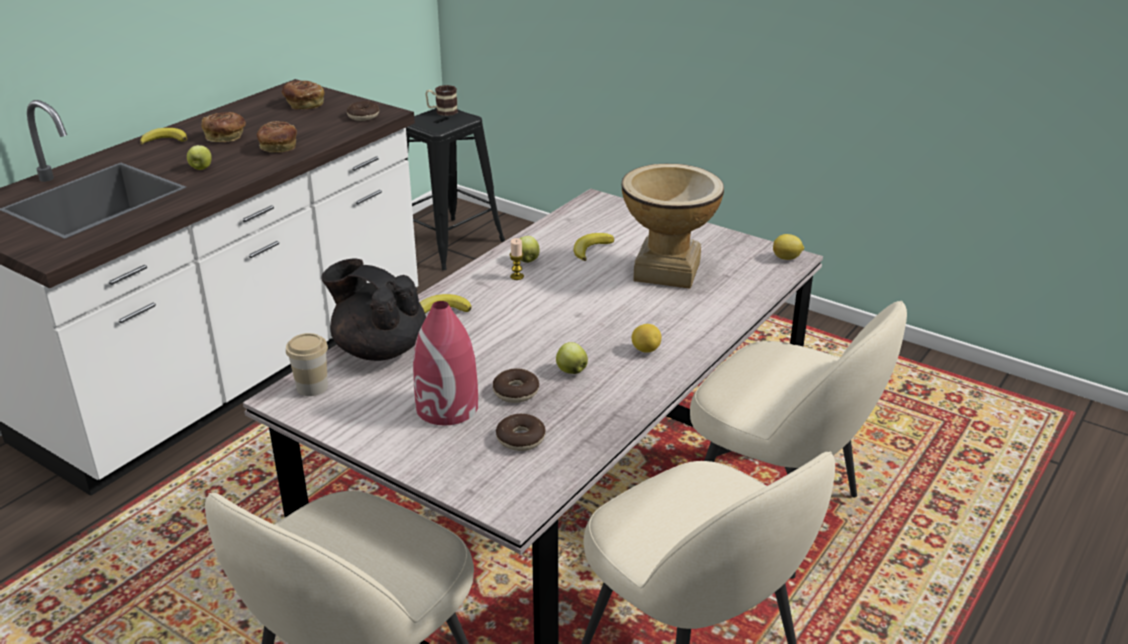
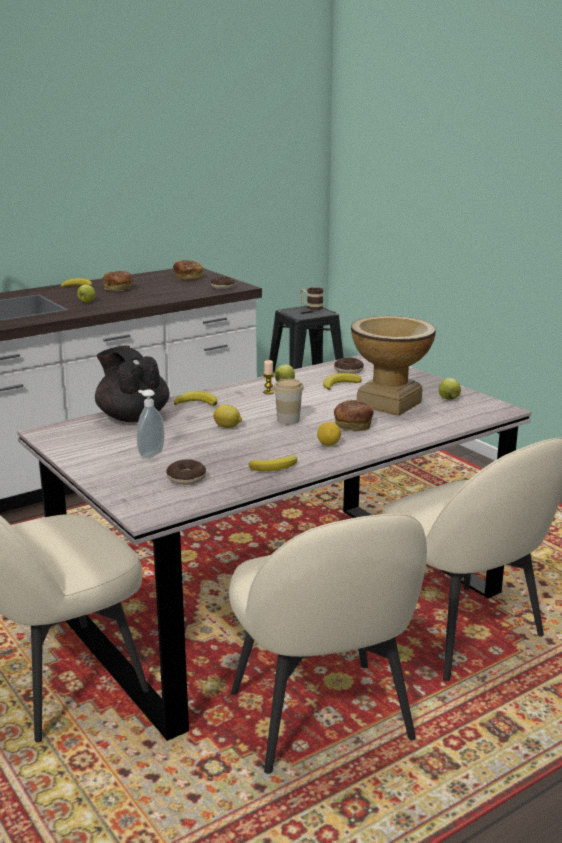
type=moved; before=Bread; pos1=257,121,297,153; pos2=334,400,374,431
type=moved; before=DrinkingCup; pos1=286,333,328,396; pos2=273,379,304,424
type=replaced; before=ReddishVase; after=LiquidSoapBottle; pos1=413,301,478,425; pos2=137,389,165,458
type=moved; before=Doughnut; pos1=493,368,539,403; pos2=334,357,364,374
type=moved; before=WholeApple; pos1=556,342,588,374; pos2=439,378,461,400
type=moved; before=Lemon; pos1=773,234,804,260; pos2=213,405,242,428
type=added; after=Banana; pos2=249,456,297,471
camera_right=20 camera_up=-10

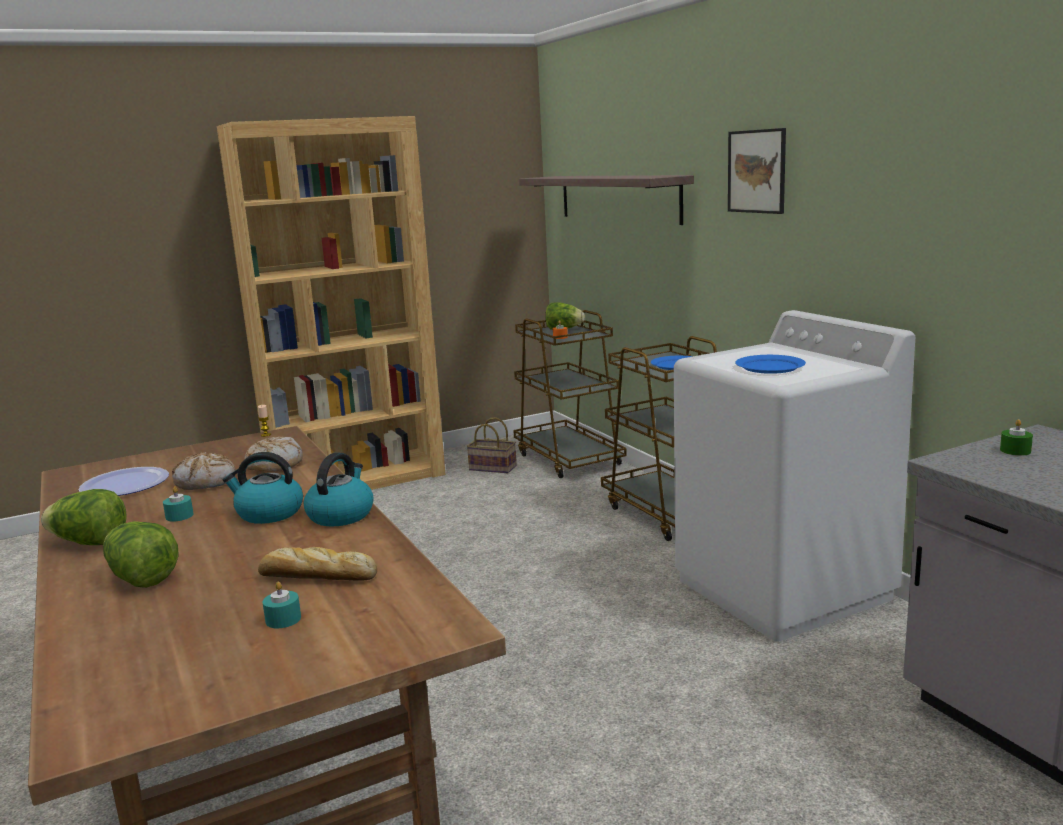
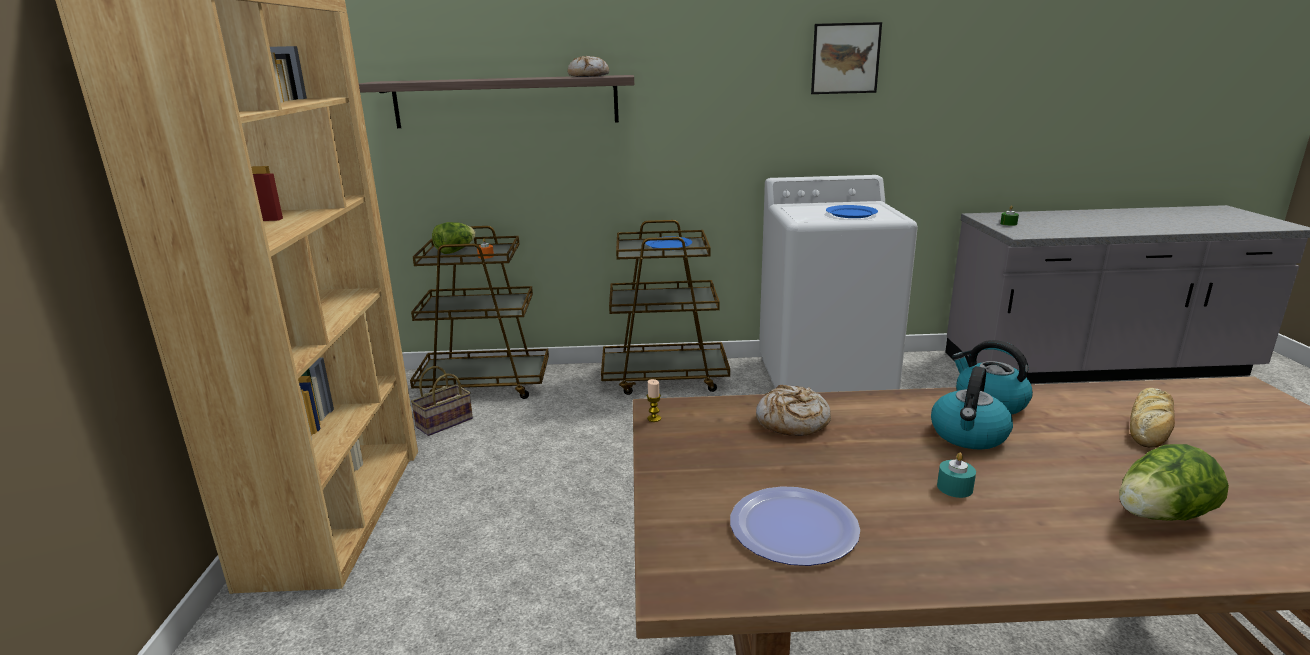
type=removed; before=Lettuce; pos1=41,489,127,545
type=moved; before=Bread; pos1=172,452,236,490; pos2=568,56,609,77
type=removed; before=TurquoiseColouredWaxLight; pos1=263,582,301,628
type=moved; before=WallArt; pos1=728,128,786,214; pos2=811,22,882,94
camera_right=-65 camera_up=5

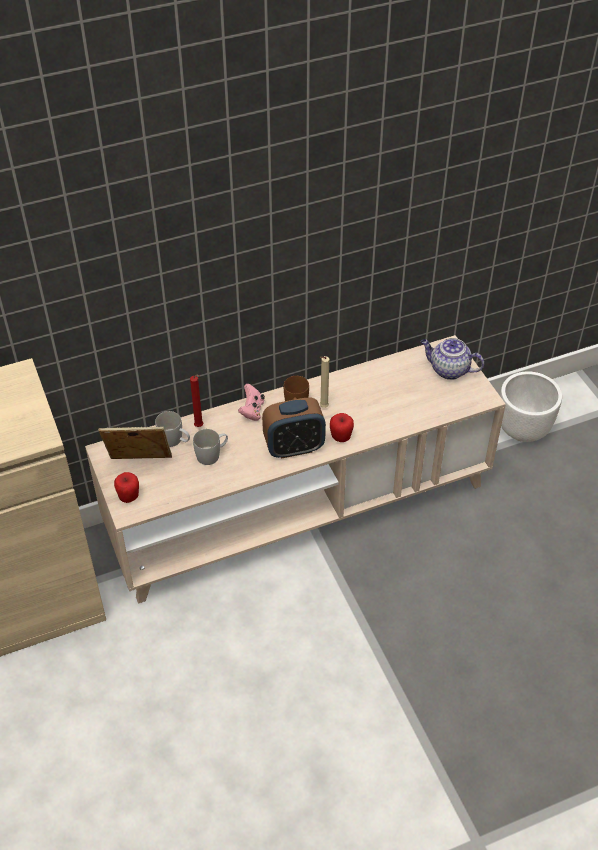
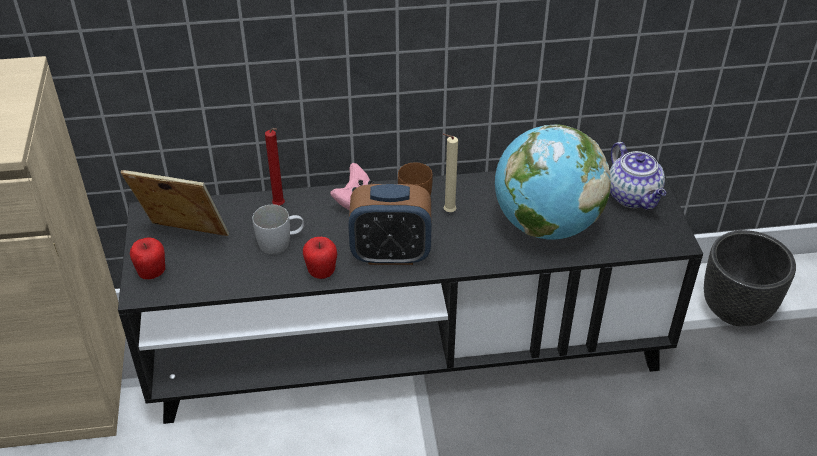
type=recoloured; before=BeigeTvStand; after=BlackishTvStand; pos1=85,335,506,604; pos2=118,157,703,424
type=removed; before=WhiteTeaMug; pos1=155,411,190,447
type=moved; before=WholeApple; pos1=330,413,354,442; pos2=303,237,337,279
type=turned; before=PotForTea; pos1=421,338,484,380; pos2=610,142,666,210; turn=-150
type=recoloured; before=WhitePlanter; after=BlackishPlanter; pos1=500,371,562,442; pos2=704,230,796,326
type=added; after=WorldGlobe; pos2=495,124,611,240
camera_right=15 camera_up=-5

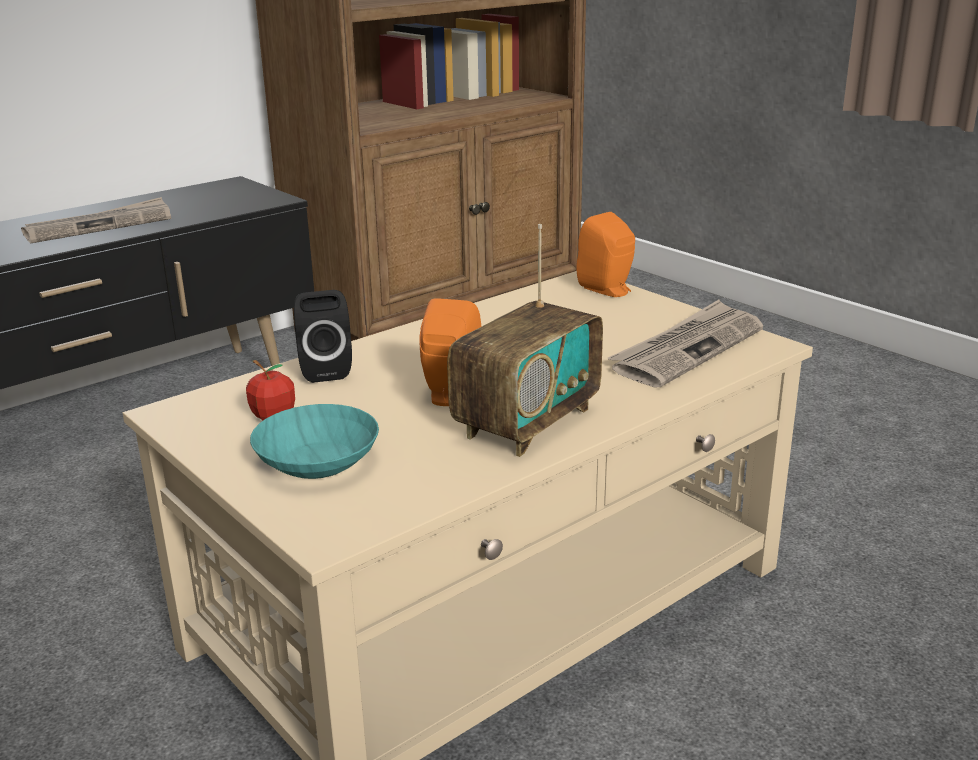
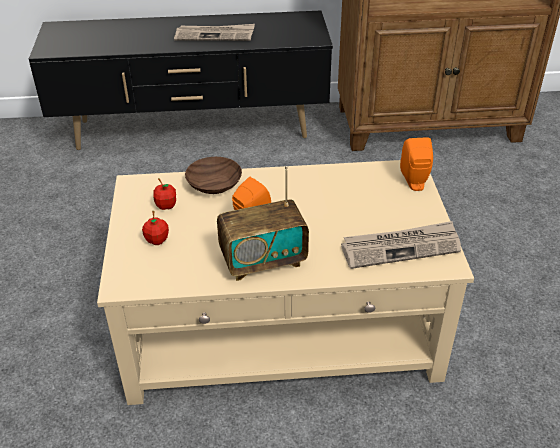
type=replaced; before=TurquoiseColouredDeepDish; after=WholeApple; pos1=250,404,379,479; pos2=142,211,169,245
type=replaced; before=BlackishAudioSpeaker; after=BrownColouredDeepDish; pos1=294,290,352,383; pos2=185,157,242,194
camera_right=35 camera_up=15

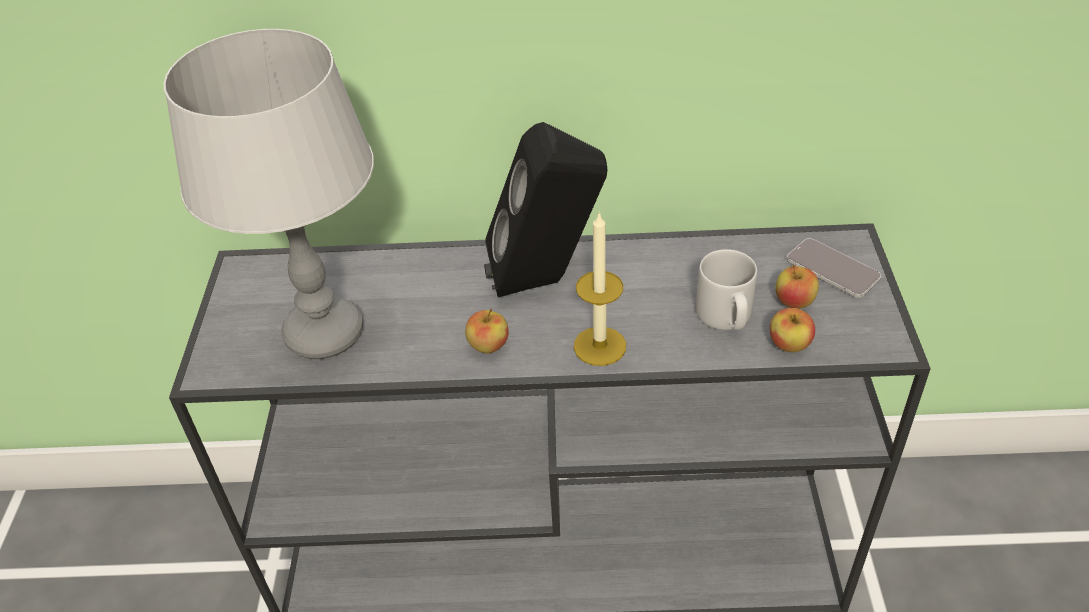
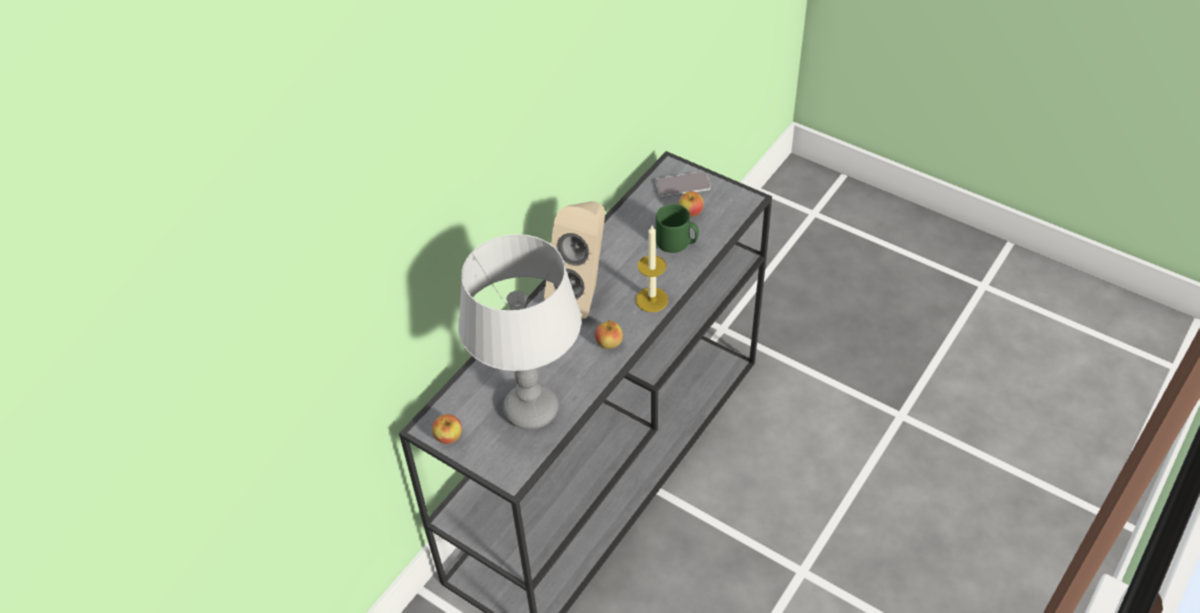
type=recoloured; before=BlackishAudioSpeaker; after=BeigeAudioSpeaker; pos1=484,122,607,297; pos2=544,201,605,319
type=recoloured; before=GreyTeaMug; after=GreenishTeaMug; pos1=696,249,757,330; pos2=656,204,699,253
type=moved; before=WholeApple; pos1=770,308,815,352; pos2=432,414,462,444
camera_right=-55 camera_up=5

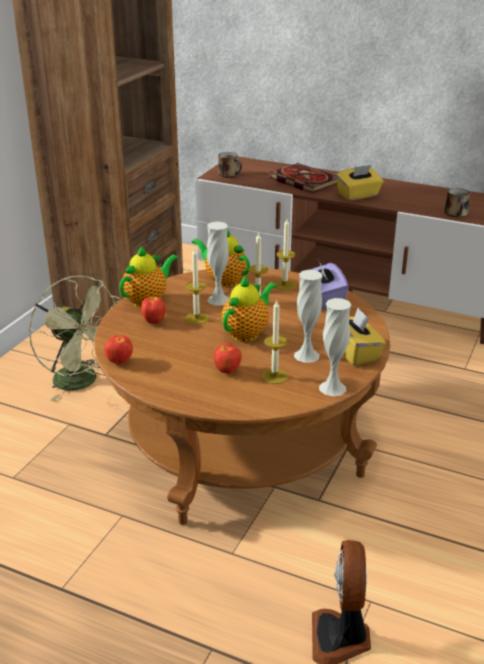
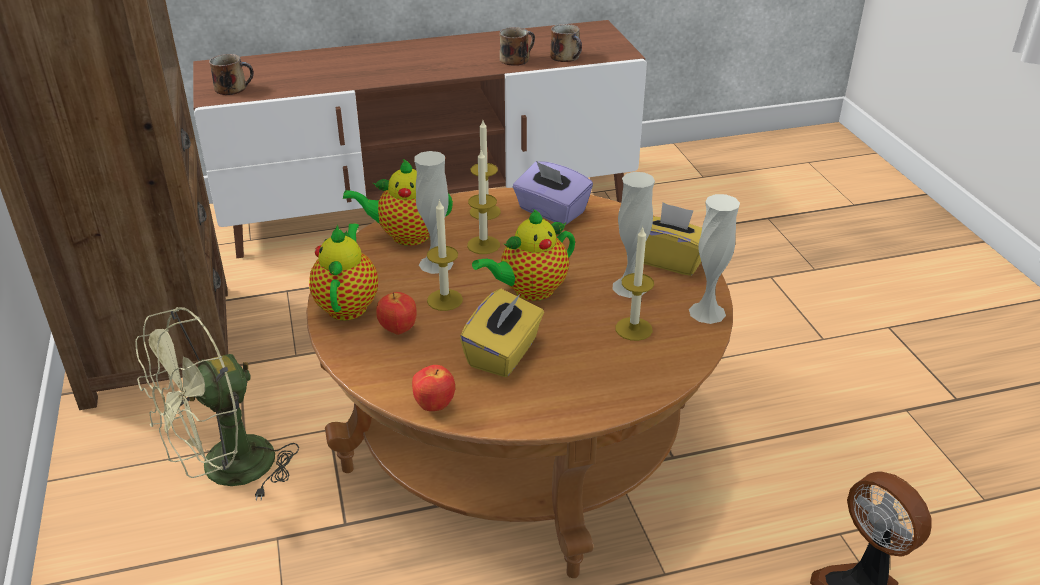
type=turned; before=GreenishElectricFan; pos1=29,275,122,401; pos2=135,307,299,501; turn=135
type=removed; before=WholeApple; pos1=214,343,242,374
type=turned; before=PotForTea; pos1=221,275,276,342; pos2=472,209,575,301; turn=-120
type=removed; before=Volume; pos1=269,163,337,193
type=moved; before=YellowTissueHolder; pos1=336,165,383,201; pos2=460,289,544,377
type=added; after=TeaMug; pos2=499,27,535,66
camera_right=-40 camera_up=5

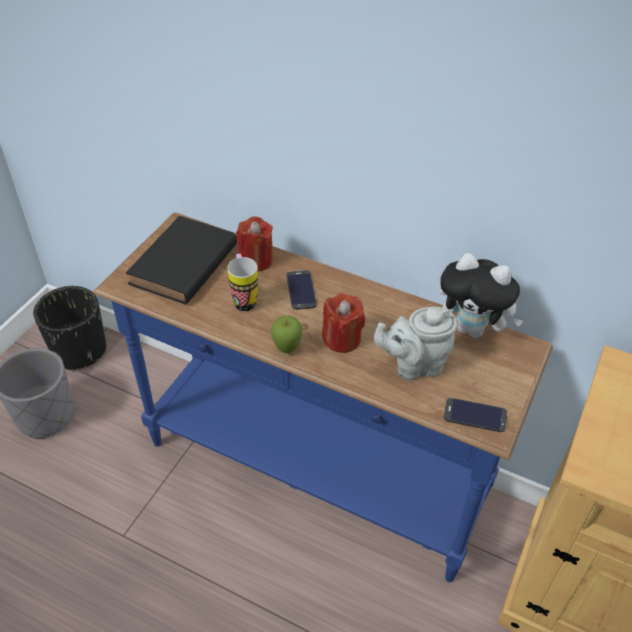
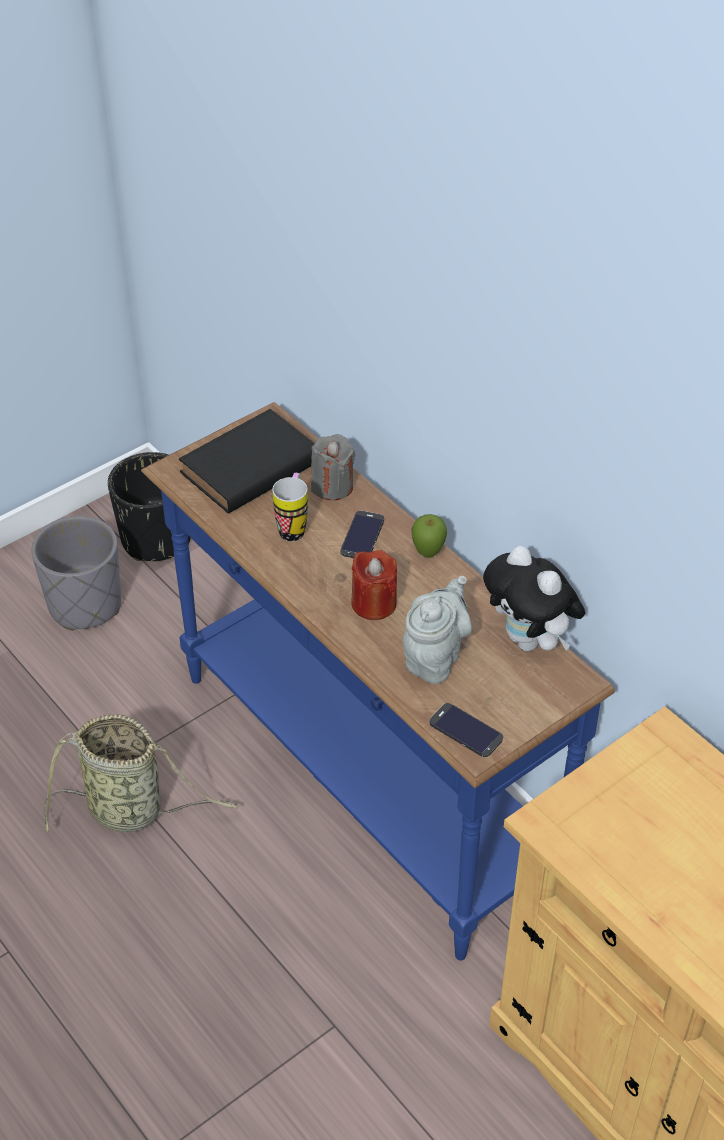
type=recoloured; before=ReddishWaxLight; after=GreyWaxLight; pos1=236,216,273,271; pos2=311,434,356,500
type=moved; before=WholeApple; pos1=271,316,303,353; pos2=411,514,447,558
type=turned; before=GreyPotForTea; pos1=374,307,457,380; pos2=403,576,472,684; turn=105
type=added; after=Basket; pos2=44,714,238,832
camera_right=25 camera_up=0

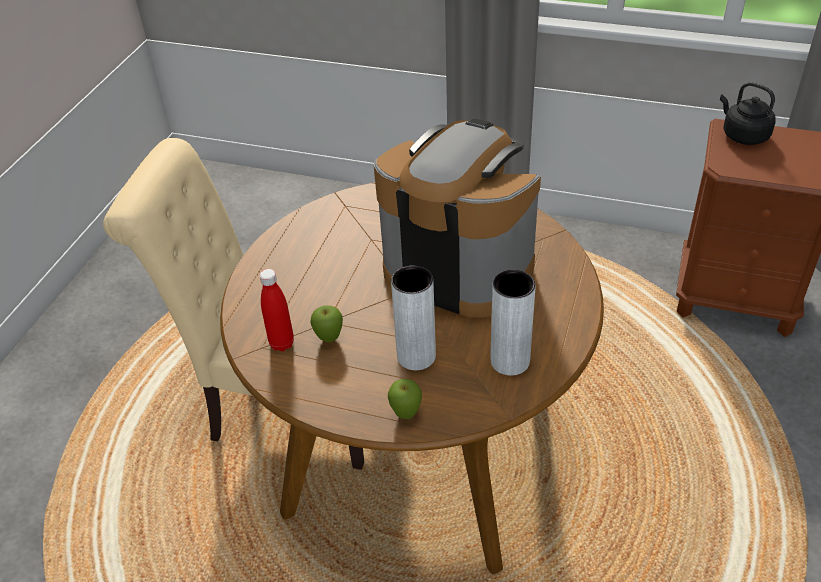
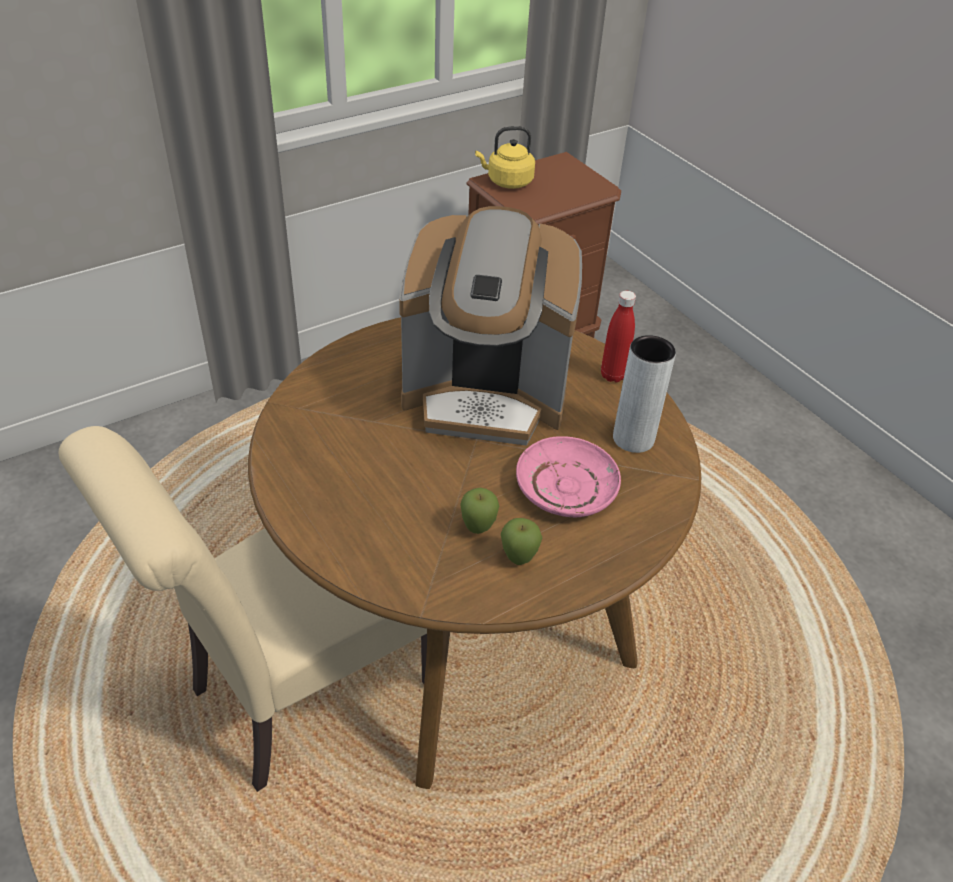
type=moved; before=ReddishBeverageBottle; pos1=260,269,294,351; pos2=601,291,636,382
type=turned; before=CoffeeMachine; pos1=374,119,541,318; pos2=399,206,582,446; turn=-150
type=moved; before=WholeApple; pos1=388,379,422,419; pos2=501,518,542,565
type=replaced; before=GreyVase; after=PinkishDinnerPlate; pos1=391,266,436,370; pos2=516,436,621,517
type=recoloured; before=BlackishWaterKettle; after=YellowWaterKettle; pos1=720,82,776,145; pos2=475,126,535,189
camera_right=-55 camera_up=0

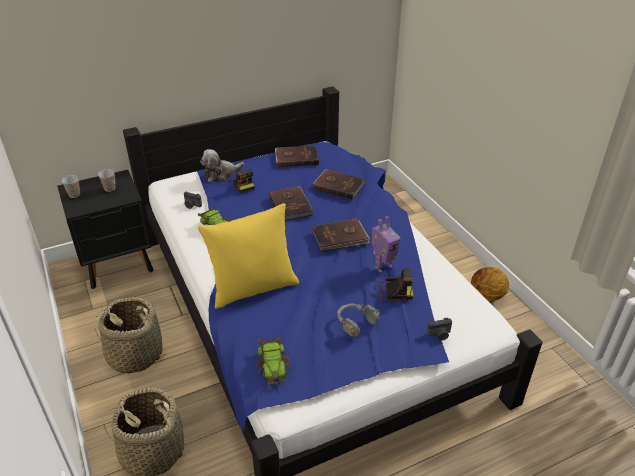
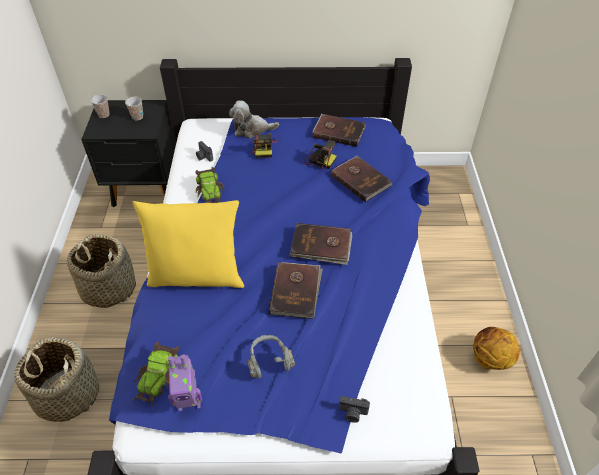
type=moved; before=BrownColouredVolume; pos1=269,186,313,221; pos2=269,262,323,319
type=moved; before=ToyRobot; pos1=372,216,400,273; pos2=168,354,202,411
type=moved; before=StillCamera; pos1=377,268,413,302; pos2=303,140,337,169
camera_right=25 camera_up=10

